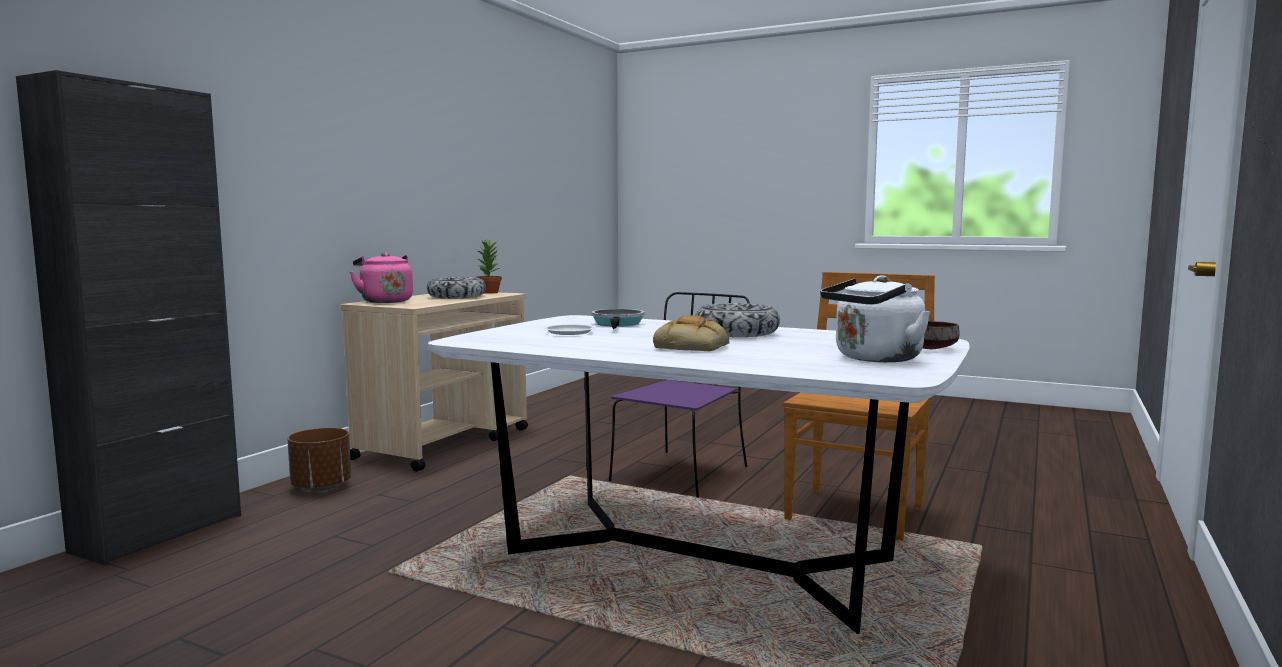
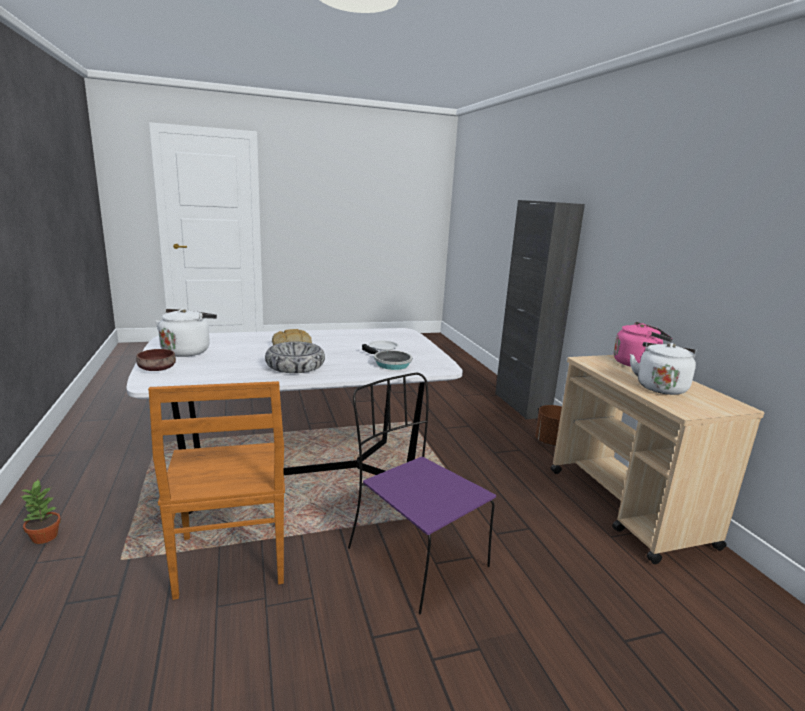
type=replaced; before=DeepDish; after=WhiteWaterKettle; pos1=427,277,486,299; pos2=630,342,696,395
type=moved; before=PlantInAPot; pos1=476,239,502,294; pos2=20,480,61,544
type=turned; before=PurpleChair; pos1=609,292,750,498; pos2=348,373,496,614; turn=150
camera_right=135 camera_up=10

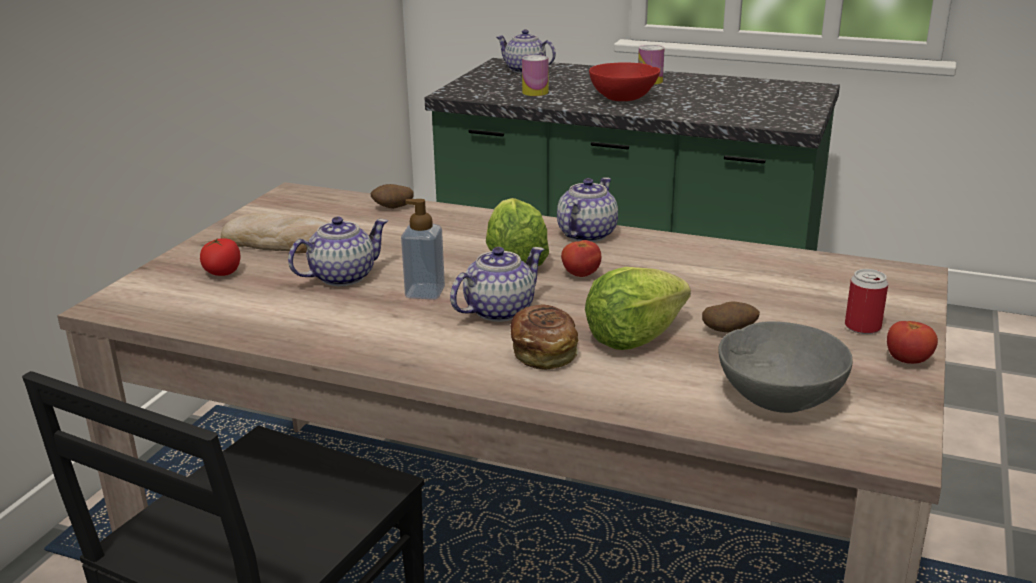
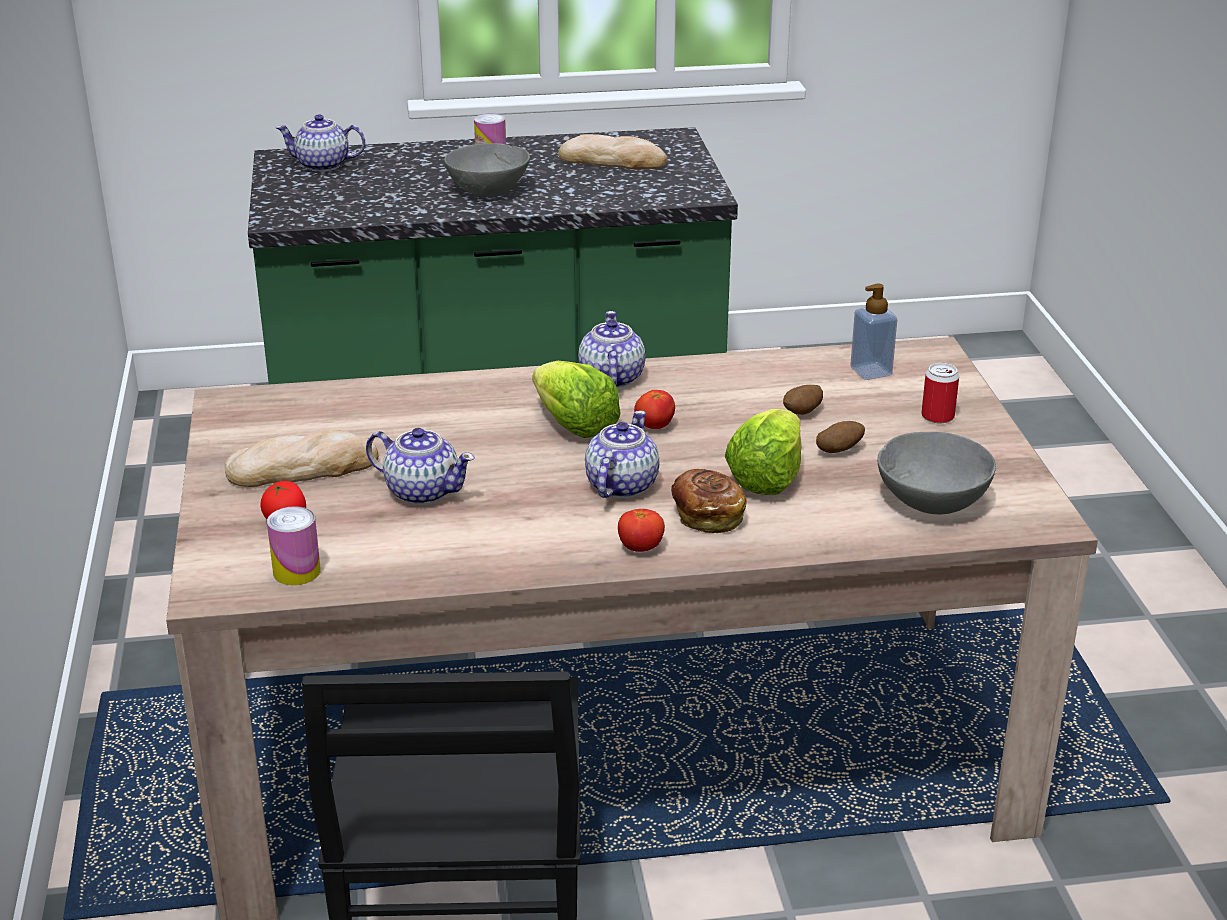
type=turned; before=PotForTea; pos1=288,217,388,286; pos2=366,428,475,505; turn=90
type=moved; before=Spud; pos1=370,184,414,209; pos2=783,385,823,415
type=moved; before=LiquidSoapBottle; pos1=401,199,445,300; pos2=850,284,897,380
type=moved; before=SealedCan; pos1=522,55,548,96; pos2=267,506,321,585
type=recoloured; before=ReddishDeepDish; after=GreyDeepDish; pos1=589,62,660,101; pos2=444,143,530,197
type=moved; before=FreshTomato; pos1=887,321,938,364; pos2=618,509,665,552
type=added; after=Bread; pos2=558,134,667,169
camera_right=-30 camera_up=5

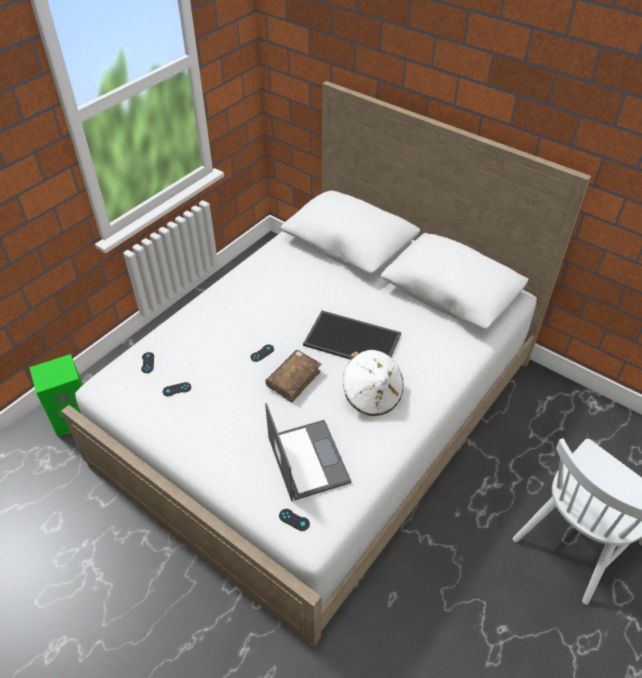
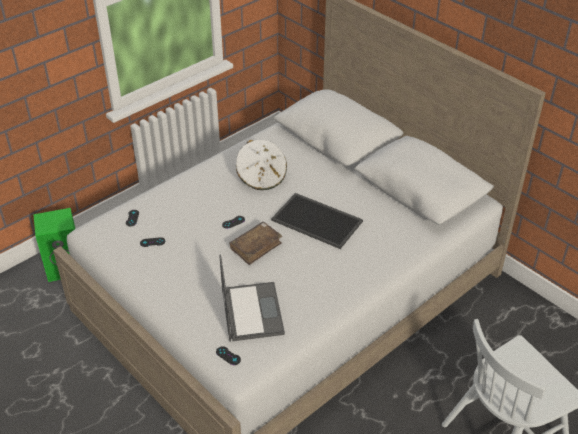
type=moved; before=WhiteWearableHat; pos1=343,350,403,416; pos2=236,139,287,190
camera_right=10 camera_up=-5

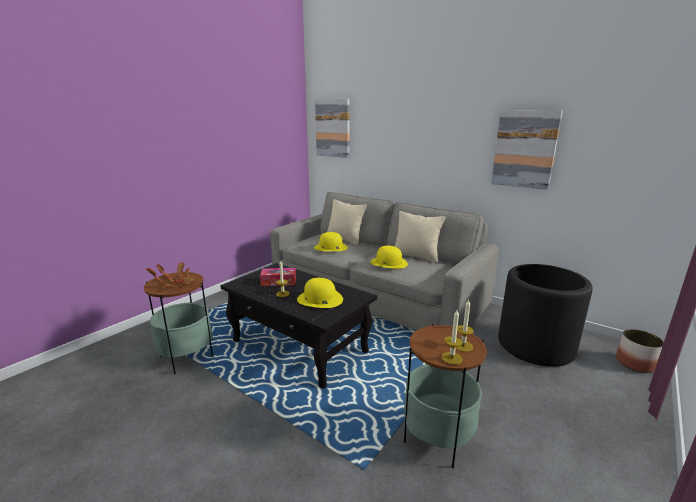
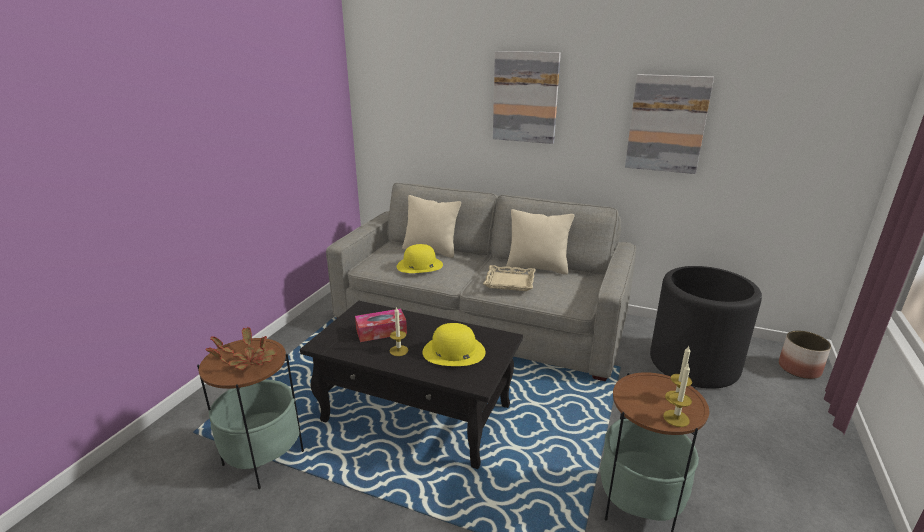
type=moved; before=WallArt; pos1=315,99,349,158; pos2=493,51,561,144
type=replaced; before=YellowWearableHat; after=BeigeCarryingTray; pos1=371,246,408,269; pos2=483,265,536,291
camera_right=-15 camera_up=5

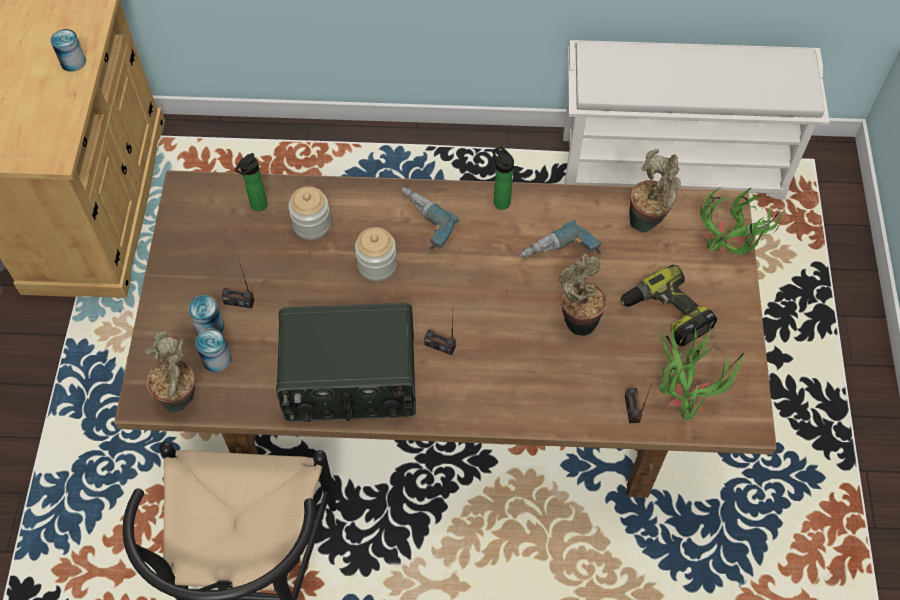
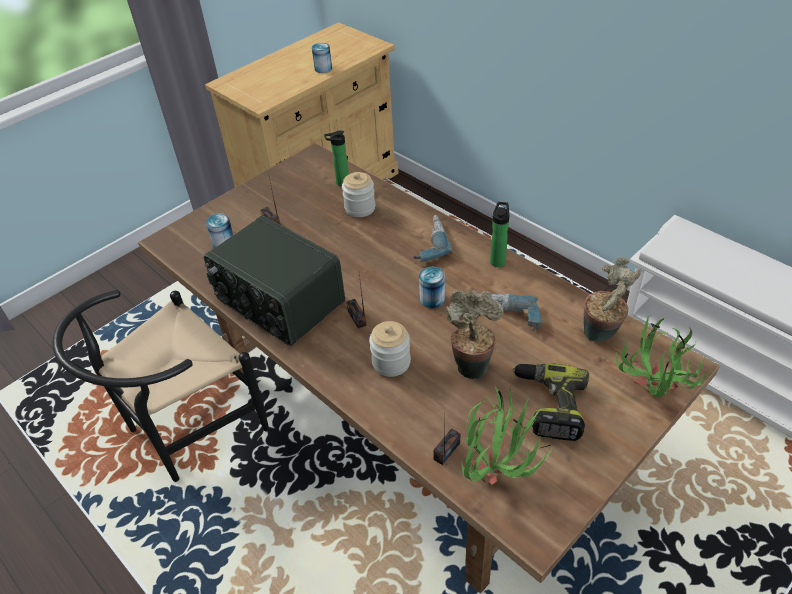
type=removed; before=PlantInAPot; pos1=145,331,195,413
type=moved; before=SealedCan; pos1=188,295,224,335; pos2=419,267,445,308
type=moved; before=PreserveJar; pos1=355,227,397,281; pos2=369,321,411,377
camera_right=45 camera_up=-15

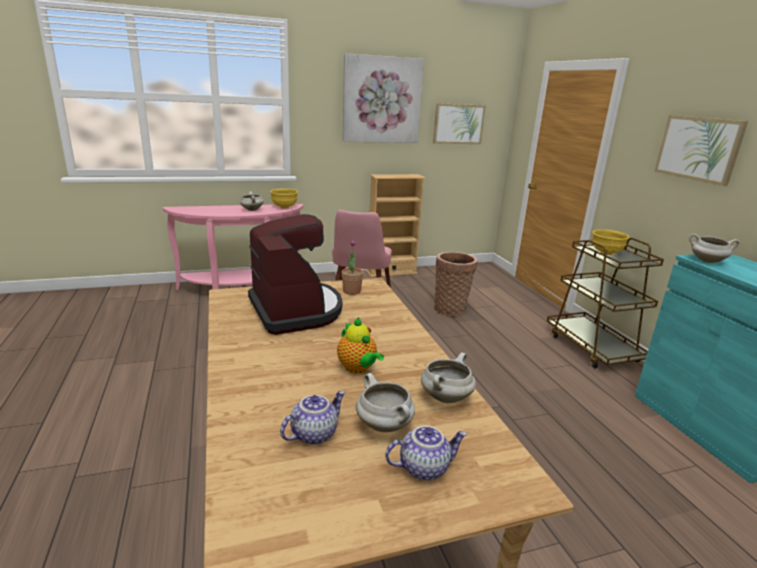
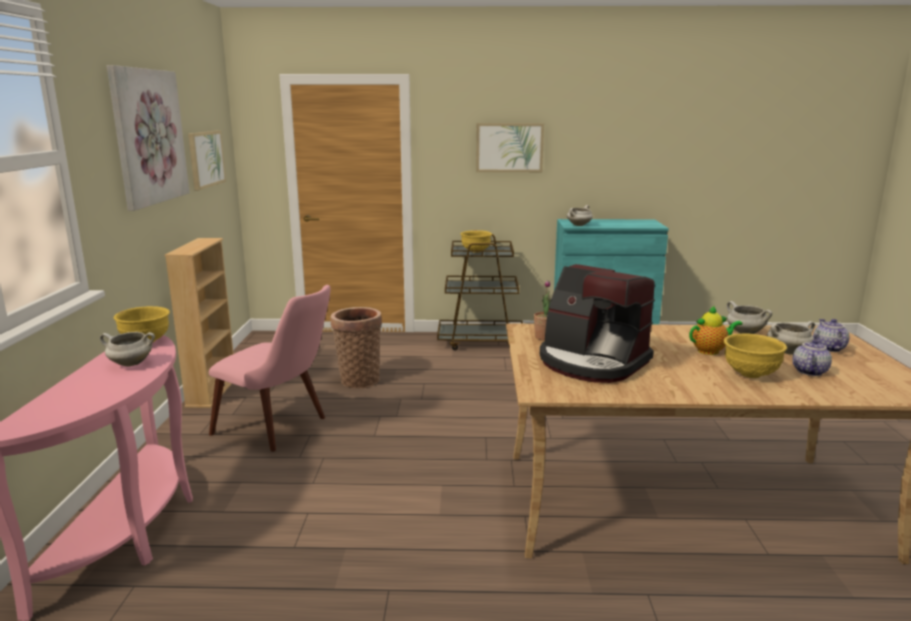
type=turned; before=CoffeeMachine; pos1=248,214,342,335; pos2=540,264,655,383; turn=-135
type=turned; before=PotForTea; pos1=280,391,345,445; pos2=792,339,832,376; turn=60
type=added; after=YellowDeepDish; pos2=724,333,787,378
camera_right=-70 camera_up=-5

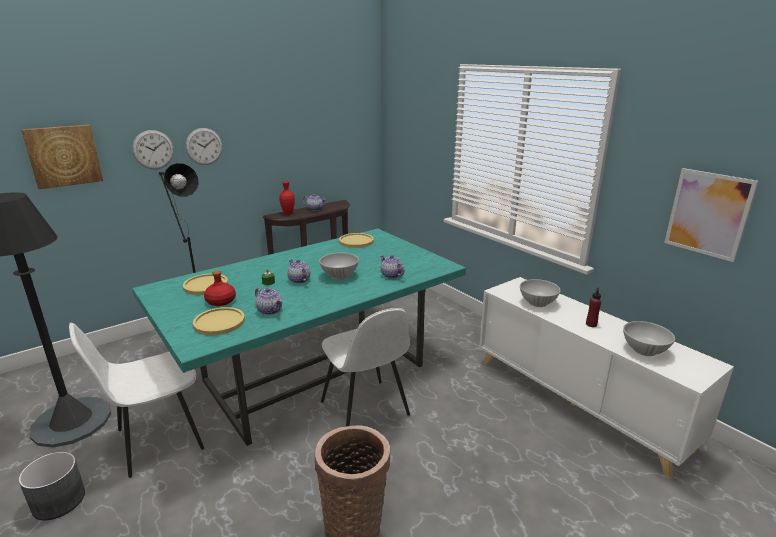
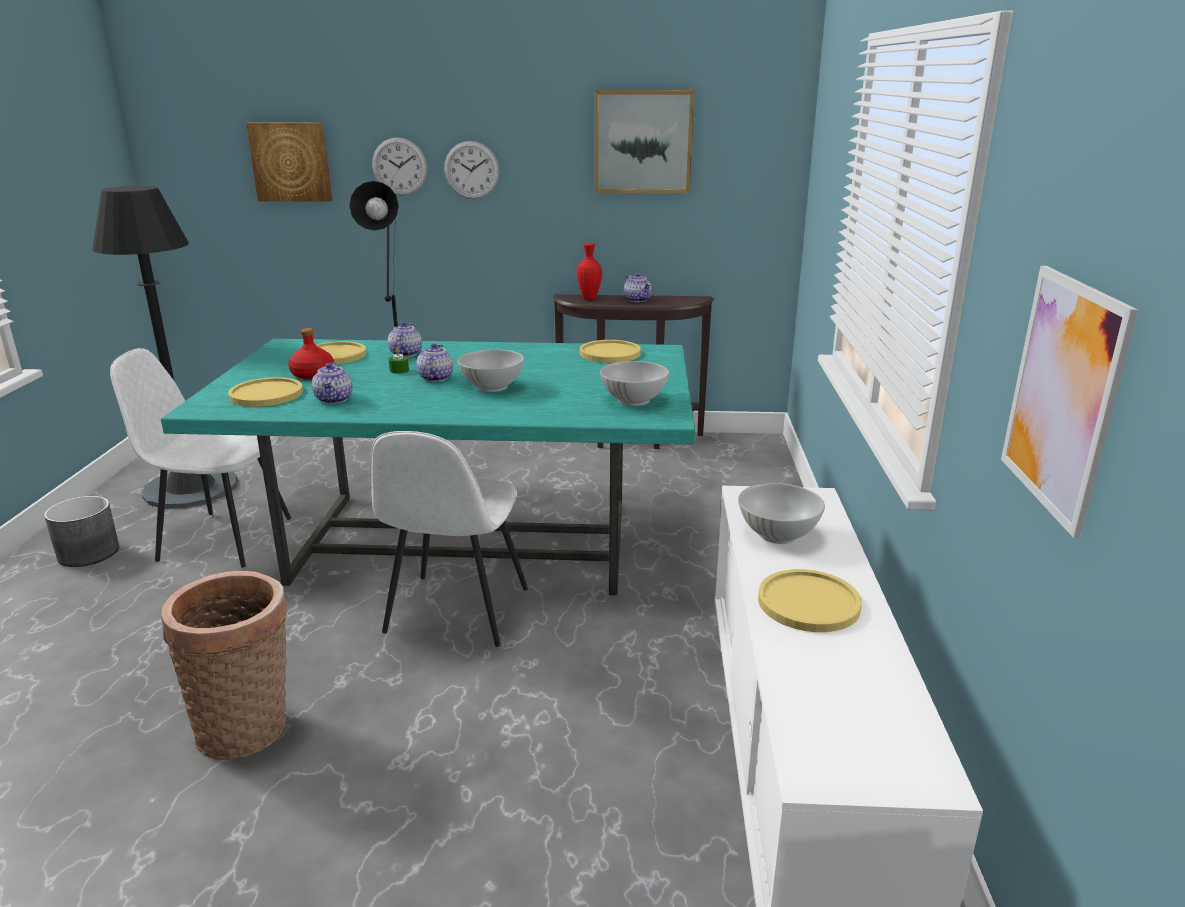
type=moved; before=PotForTea; pos1=380,255,405,279; pos2=388,322,422,357
type=replaced; before=ReddishBeverageBottle; after=YellowDinnerPlate; pos1=586,287,602,327; pos2=758,569,862,632
type=moved; before=WhiteDeepDish; pos1=623,321,675,356; pos2=600,361,669,406
type=added; after=WallArt; pos2=595,90,694,193
camera_right=40 camera_up=0

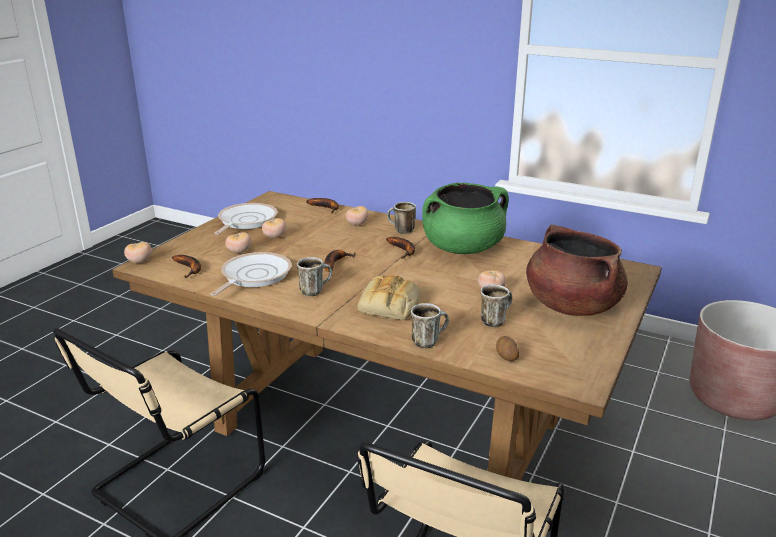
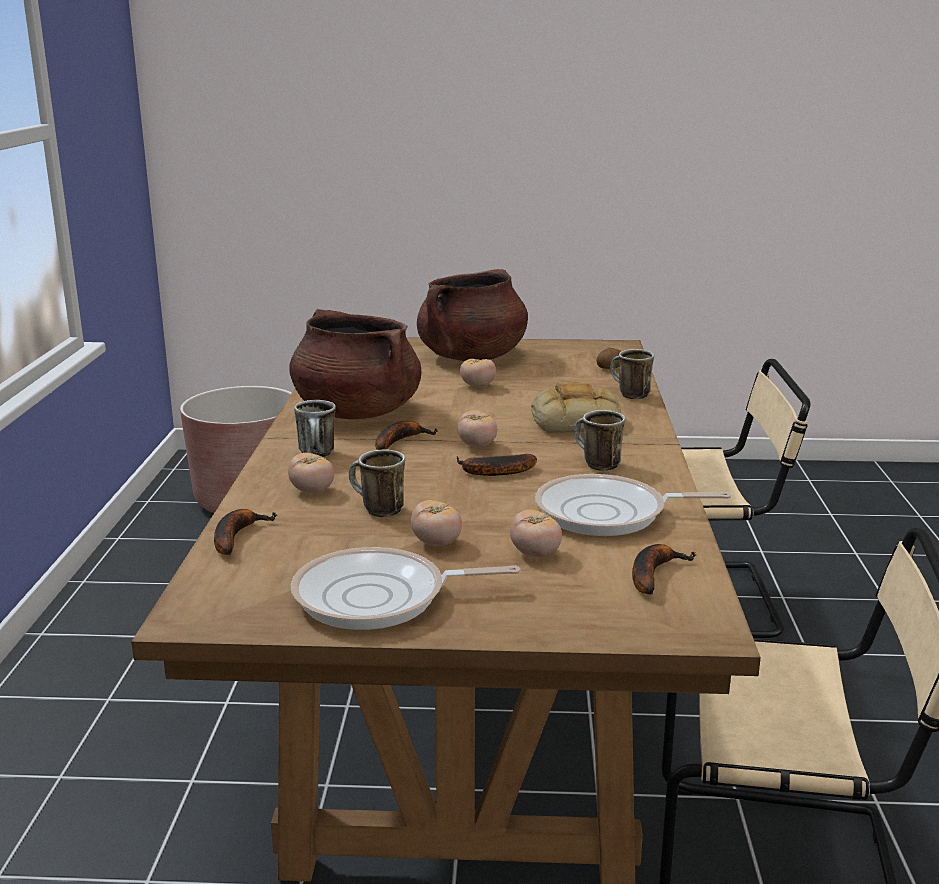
type=moved; before=FreshTomato; pos1=124,242,152,263; pos2=457,410,497,447
type=recoloured; before=GreenishStockpot; after=BrownColouredStockpot; pos1=422,182,509,254; pos2=289,309,421,419
type=moved; before=TeaMug; pos1=480,285,512,327; pos2=349,450,405,517
camera_right=-115 camera_up=-5

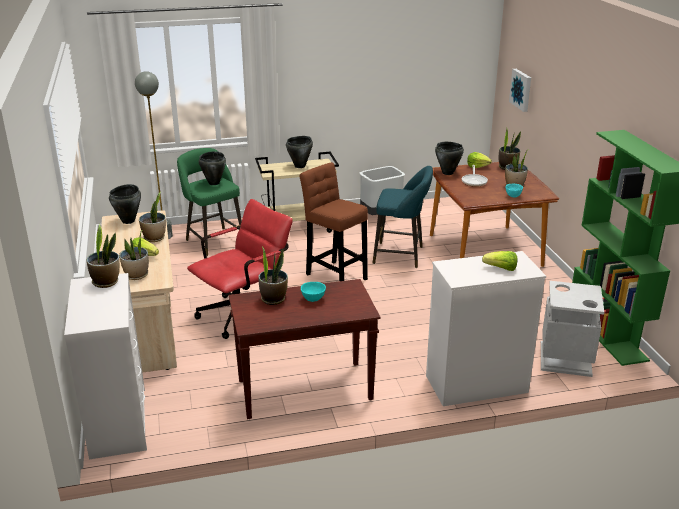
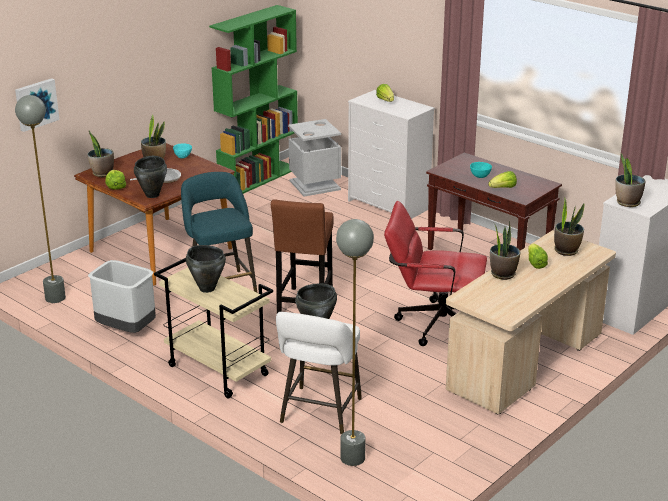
type=removed; before=BlackishStockpot; pos1=109,184,141,224
type=recoloured; before=GreenishSittingStool; after=WhiteSittingStool; pos1=177,148,242,256; pos2=276,312,362,435
type=replaced; before=PlantInAPot; after=Lettuce; pos1=258,247,288,305; pos2=488,171,517,188
type=added; after=GreyStandingLamp; pos2=15,95,66,303
camera_right=-125 camera_up=0

